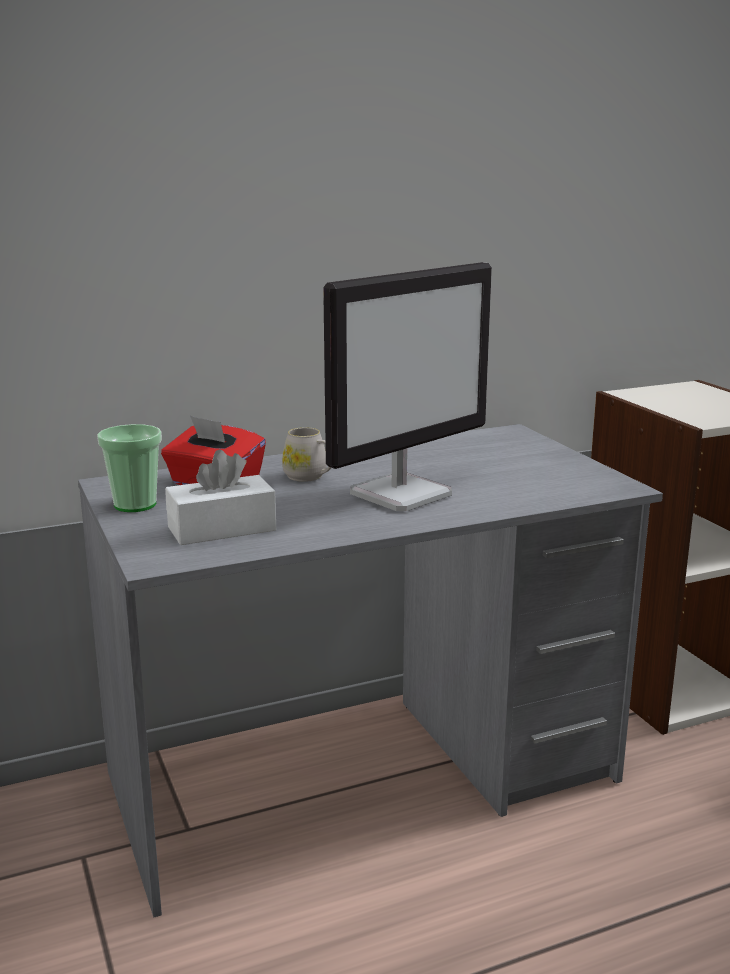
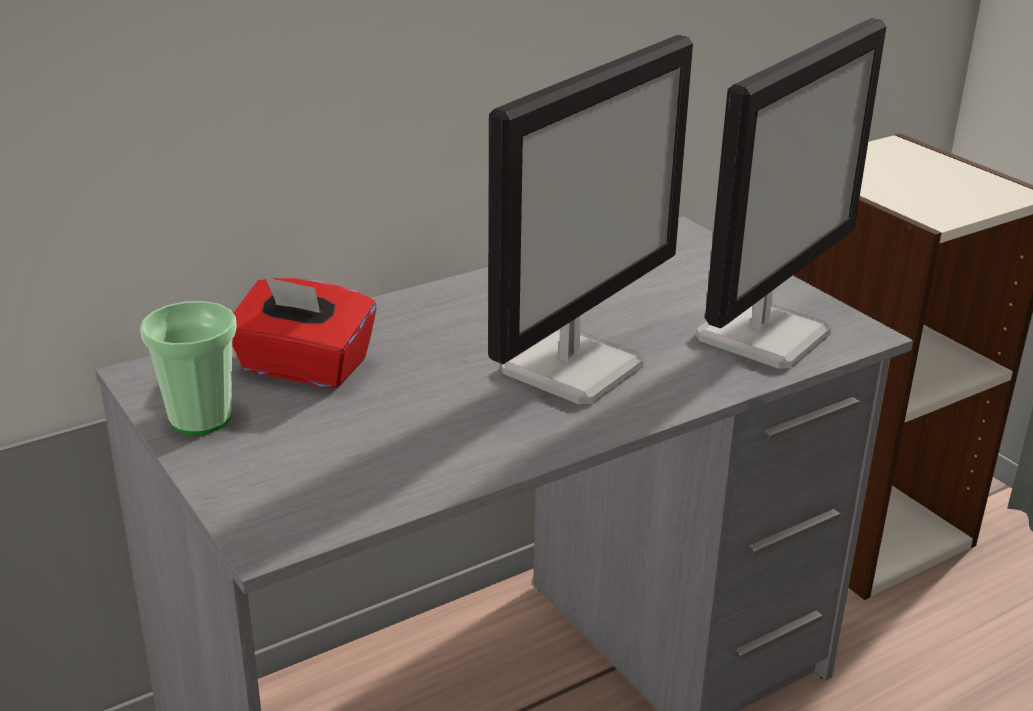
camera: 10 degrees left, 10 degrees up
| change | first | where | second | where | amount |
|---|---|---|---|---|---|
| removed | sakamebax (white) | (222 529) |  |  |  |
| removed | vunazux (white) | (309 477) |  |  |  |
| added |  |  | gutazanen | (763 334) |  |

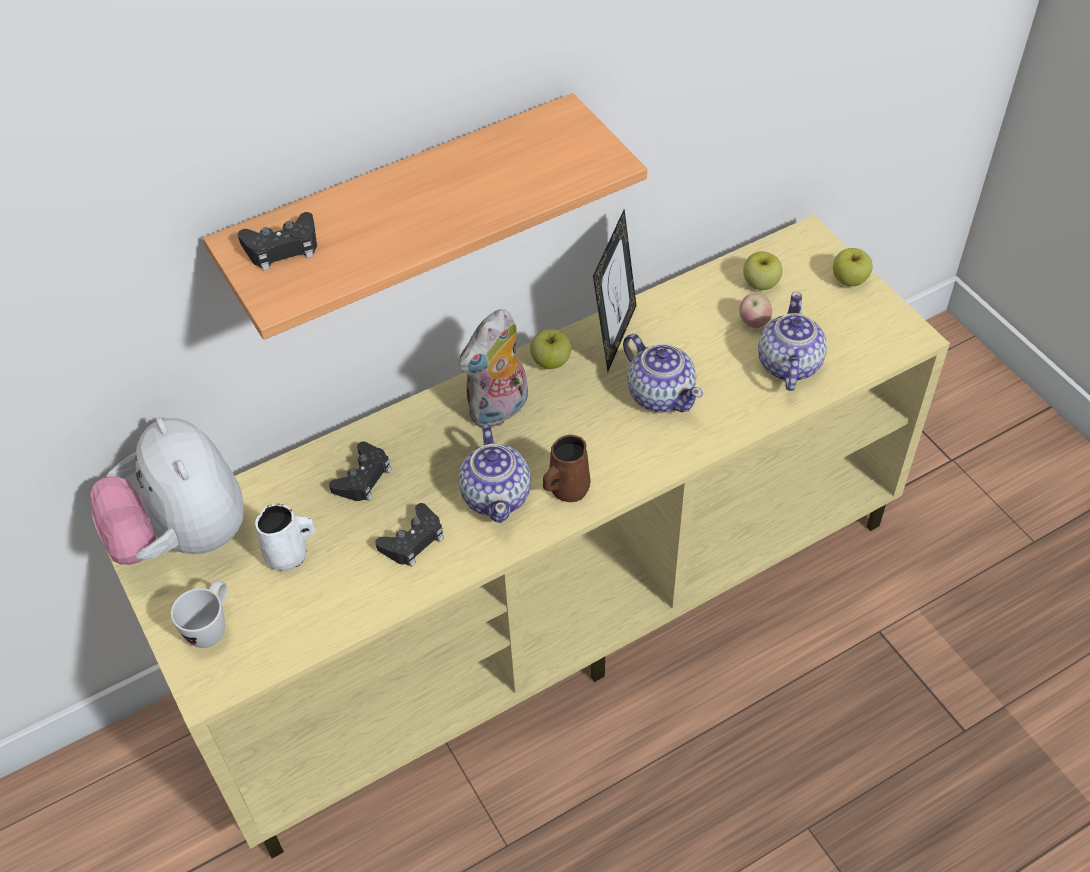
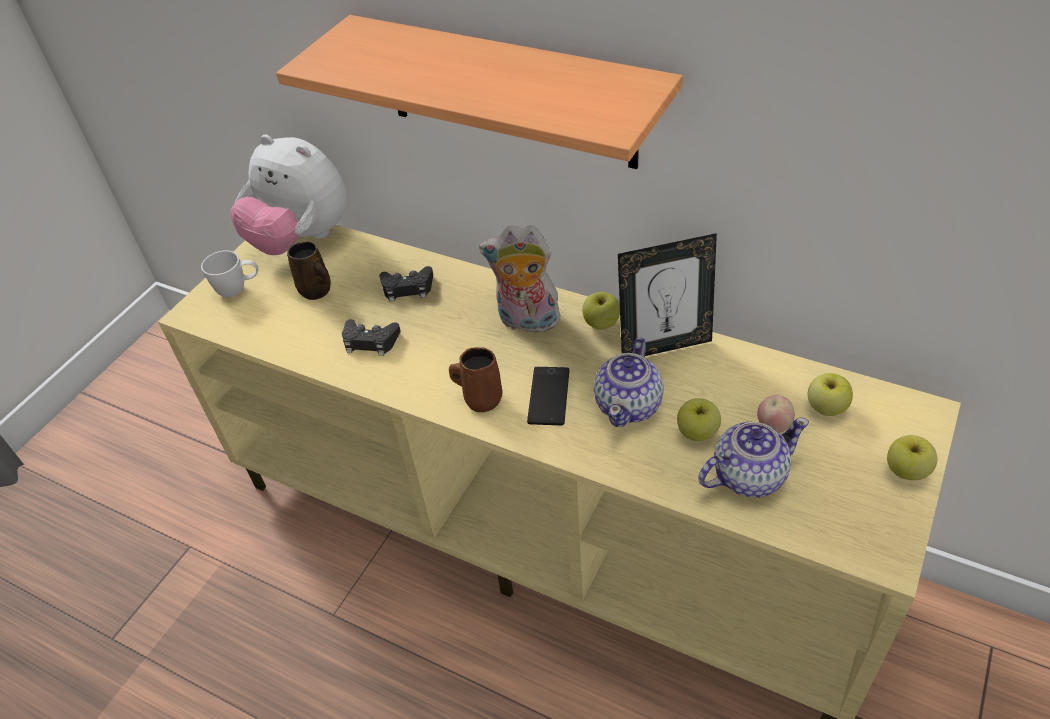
camera: 60 degrees right, 5 degrees down
| change | first | where | second | where | amount |
|---|---|---|---|---|---|
| turned | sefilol | (184 536) |  | (301 239) | 90 degrees counterclockwise |
| removed | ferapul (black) | (282 248) |  |  |  |
| recoloured | vunazux (white) | (289 556) | vunazux (brown) | (317 291) |  |
| removed | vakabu | (497 495) |  |  |  |
| added |  |  | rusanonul | (548 396) |  |
| added |  |  | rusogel | (697 432) |  |

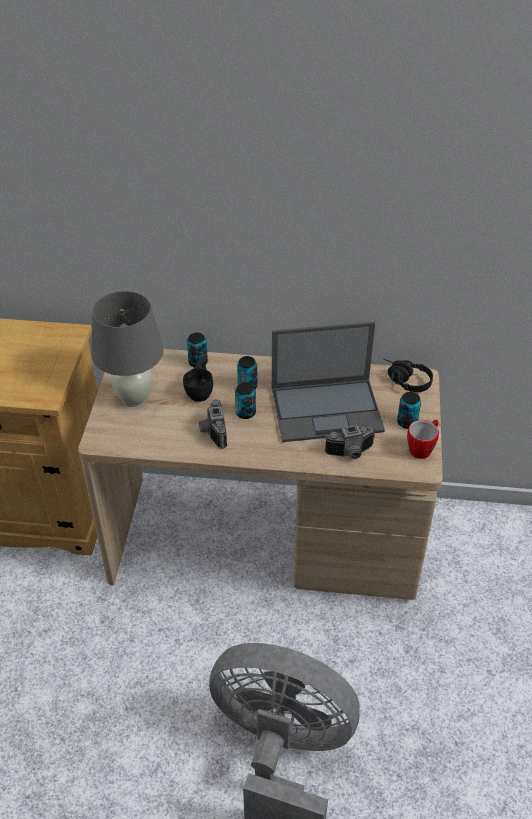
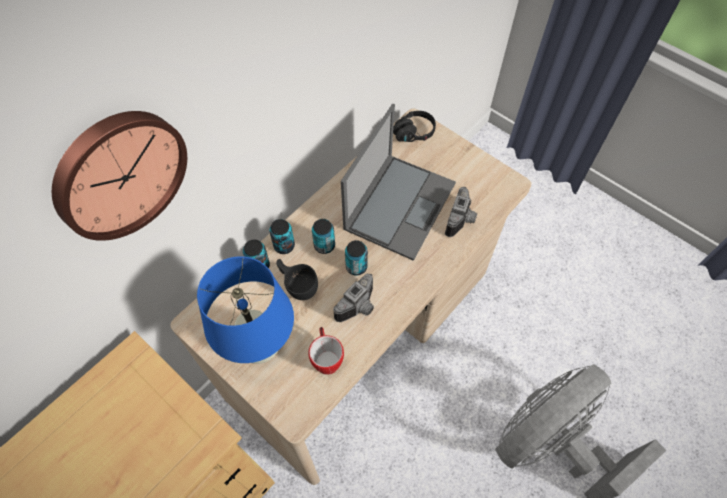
camera: 55 degrees left, 15 degrees up
| change | first | where | second | where | amount |
|---|---|---|---|---|---|
| recoloured | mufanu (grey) | (134 398) | mufanu (blue) | (261 349) |  |
| turned | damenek | (212 432) |  | (360 307) | 75 degrees counterclockwise |
| moved | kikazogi | (407 422) |  | (284 246) |  |
| moved | vunazux | (422 448) |  | (326 357) |  |
| added |  |  | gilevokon | (119 173) |  |

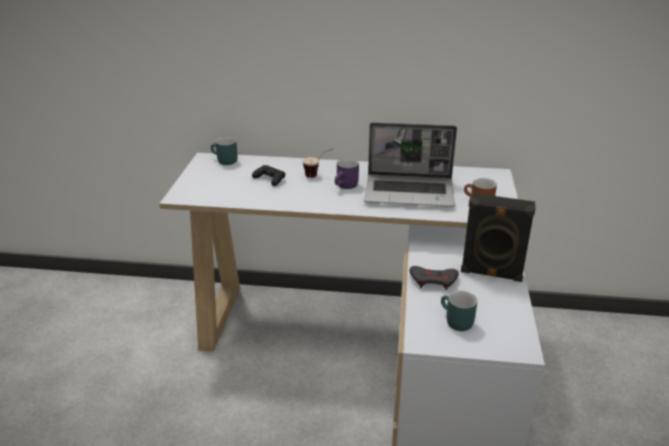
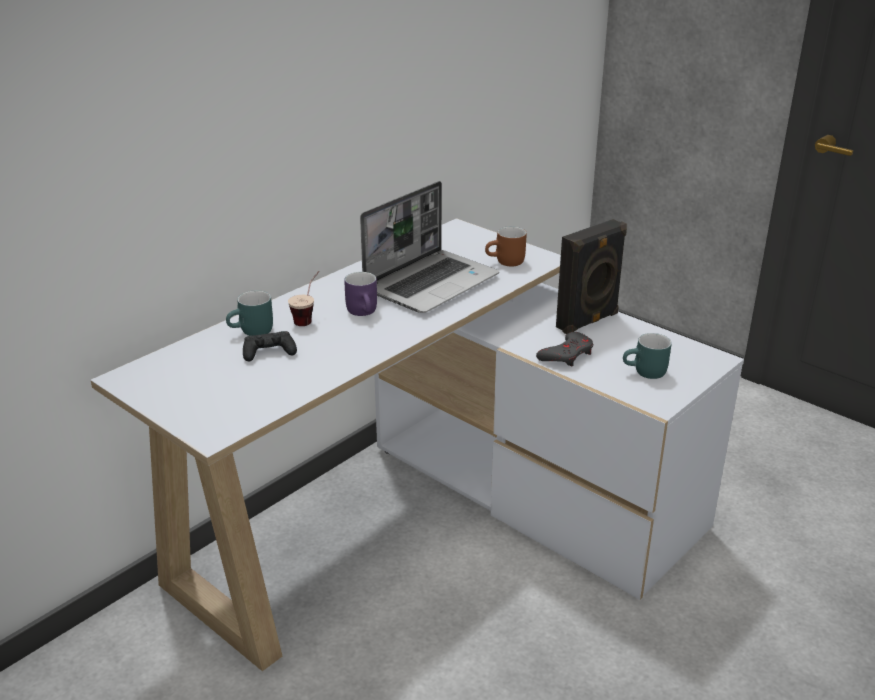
camera: 55 degrees left, 0 degrees up
| change | first | where | second | where | amount |
|---|---|---|---|---|---|
| moved | vunazux (turquoise) | (224 161) |  | (253 332) |  |

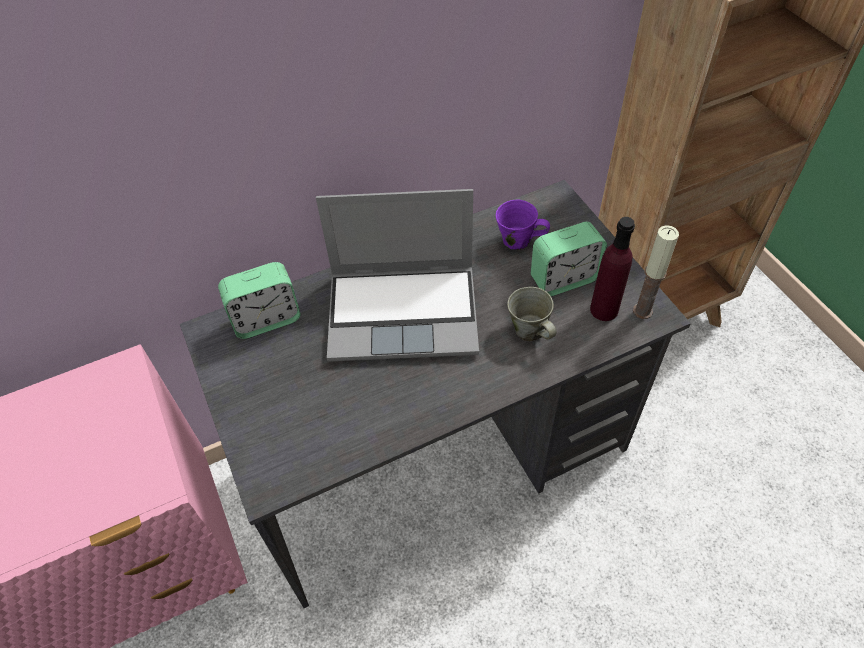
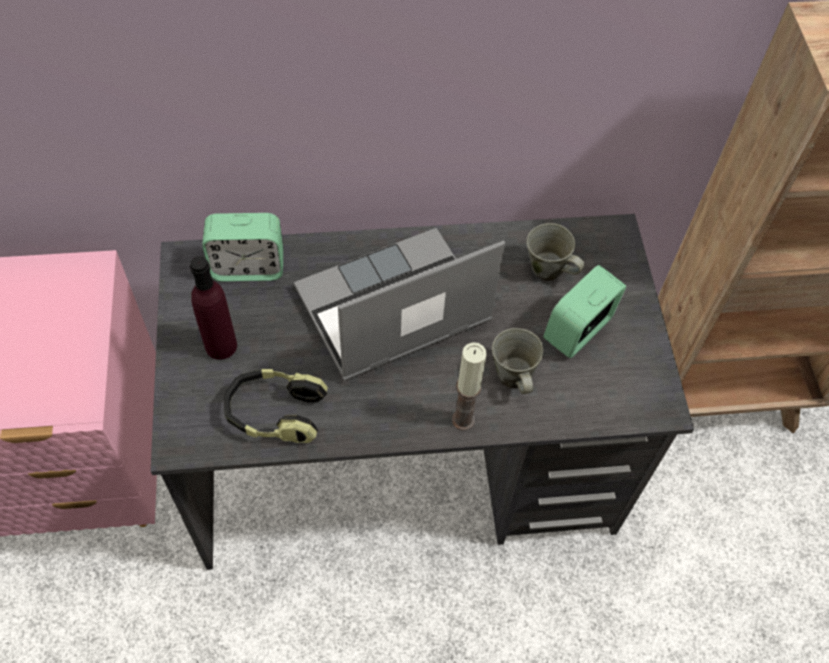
camera: 15 degrees right, 5 degrees up
| change | first | where | second | where | amount |
|---|---|---|---|---|---|
| turned | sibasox | (405 312) |  | (391 309) | 135 degrees clockwise |
| recoloured | vunazux (purple) | (518 241) | vunazux (grey) | (548 269) |  |
| turned | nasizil | (564 279) |  | (578 330) | 135 degrees clockwise |
| moved | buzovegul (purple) | (604 310) |  | (221 345) |  |
| moved | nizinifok | (642 311) |  | (463 419) |  |
| added |  |  | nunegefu | (275 413) |  |

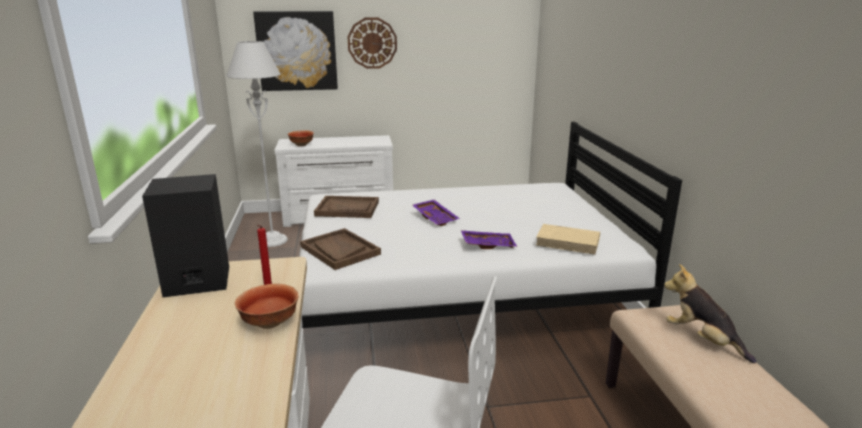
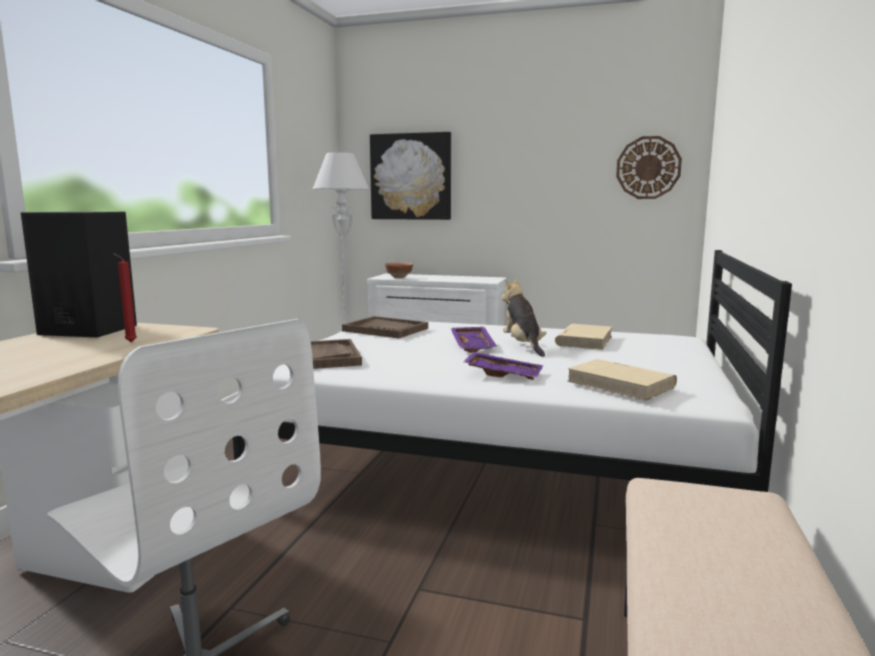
camera: 25 degrees right, 10 degrees down
| change | first | where | second | where | amount |
|---|---|---|---|---|---|
| removed | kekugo | (269 323) |  |  |  |
| moved | gilevokon | (372 43) |  | (648 168) |  |
| moved | sefilol | (702 340) |  | (523 346) |  |
| added |  |  | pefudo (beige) | (584 340) |  |

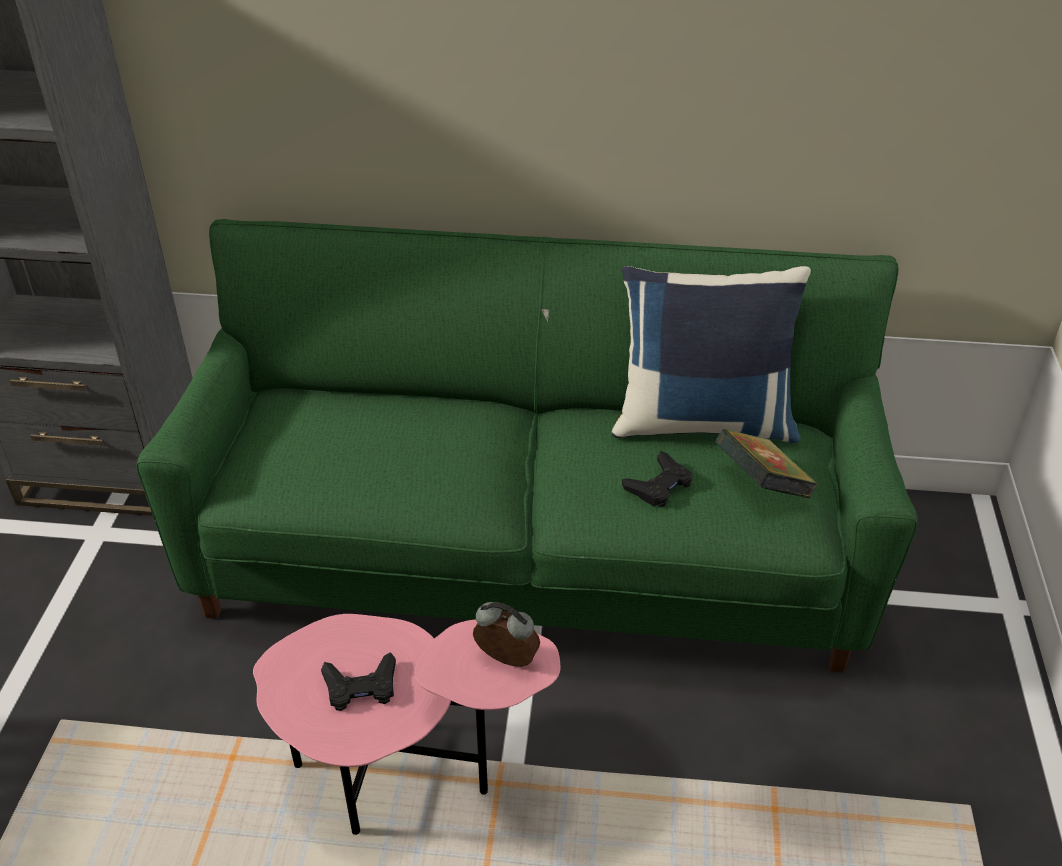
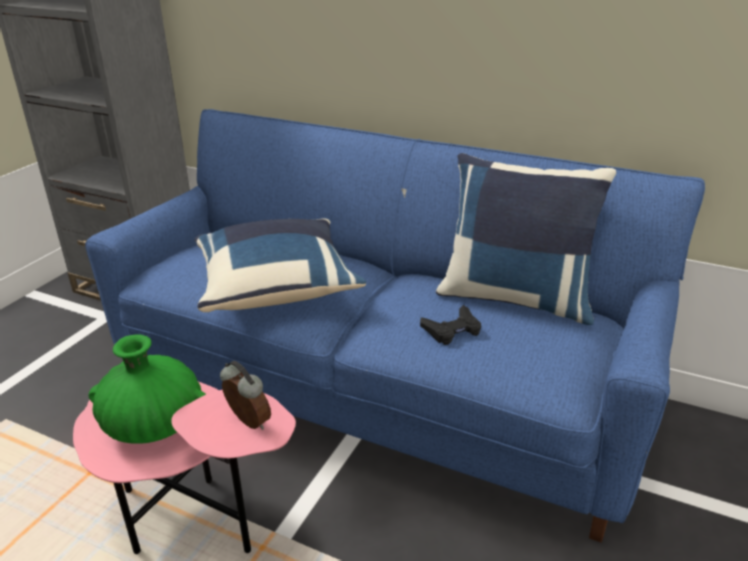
camera: 20 degrees right, 10 degrees down
| change | first | where | second | where | amount |
|---|---|---|---|---|---|
| recoloured | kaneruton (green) | (531 559) | kaneruton (blue) | (376 393) |  |
| replaced | ferapul (black) | (361 687) | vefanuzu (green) | (154 426) |  |
| removed | pefudo | (761 485) |  |  |  |
| added |  |  | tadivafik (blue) | (276 287) |  |

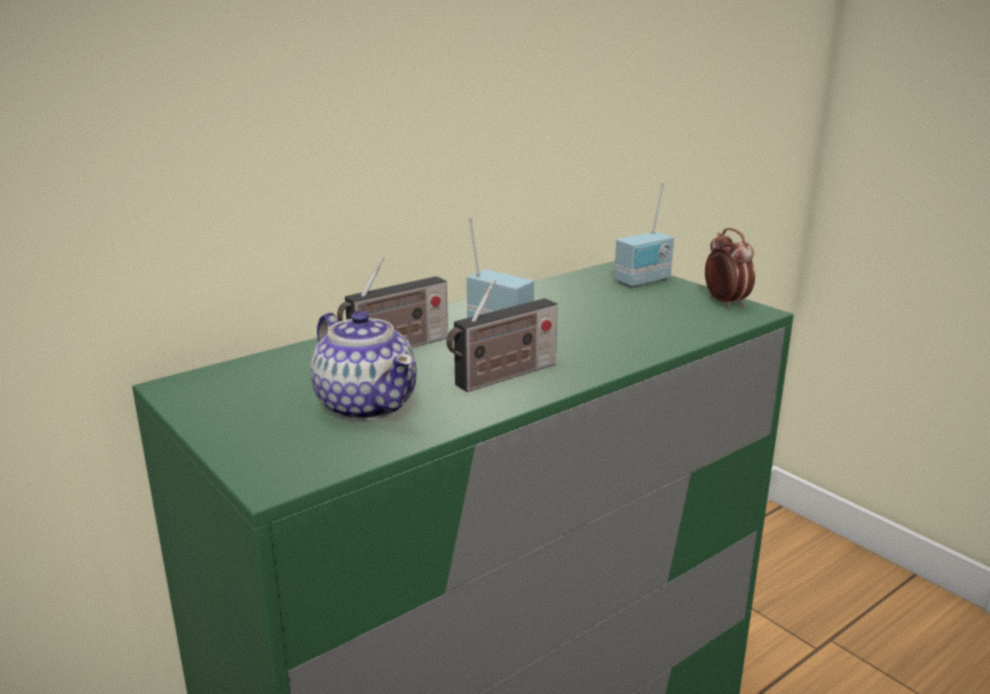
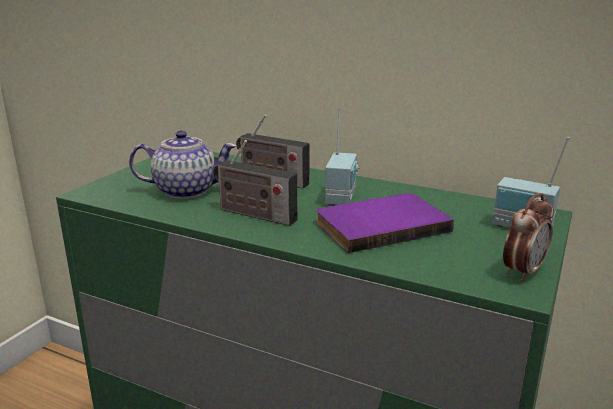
camera: 65 degrees right, 0 degrees up
| change | first | where | second | where | amount |
|---|---|---|---|---|---|
| turned | vakabu | (366 404) |  | (185 190) | 120 degrees counterclockwise |
| added |  |  | pefudo (purple) | (379 225) |  |

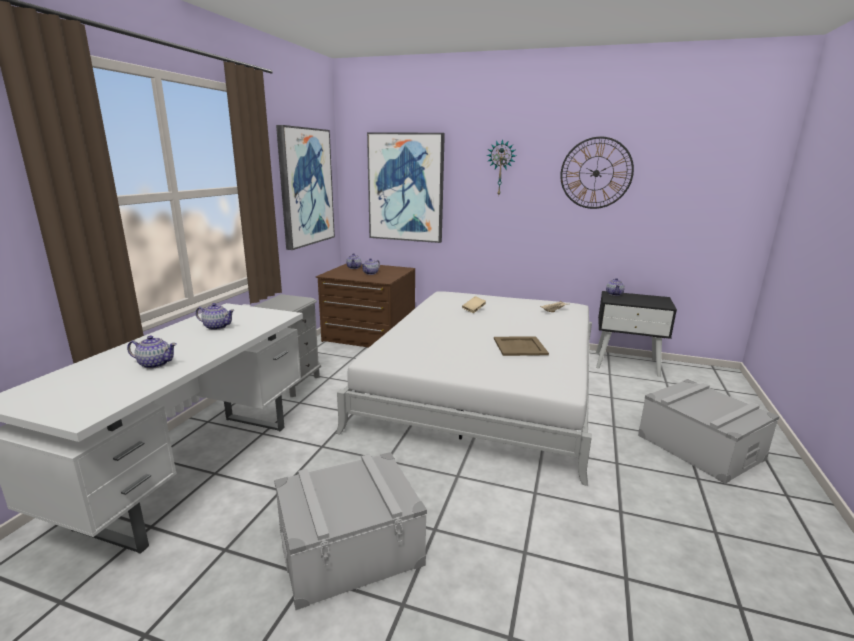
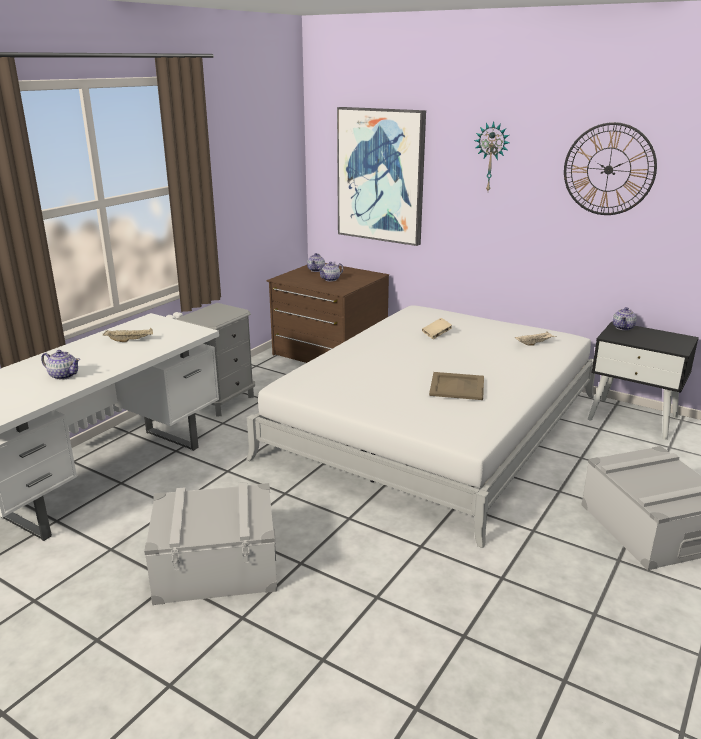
camera: 15 degrees right, 5 degrees up
| change | first | where | second | where | amount |
|---|---|---|---|---|---|
| replaced | vakabu | (217 327) | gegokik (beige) | (130 340) |  |
| removed | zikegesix | (305 187) |  |  |  |

